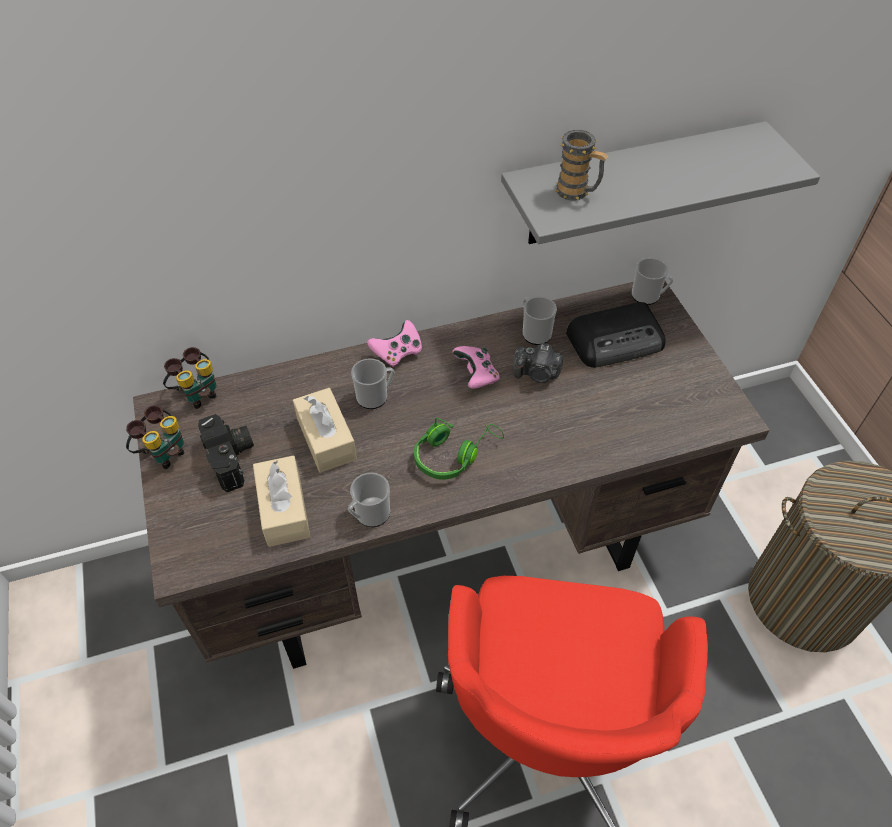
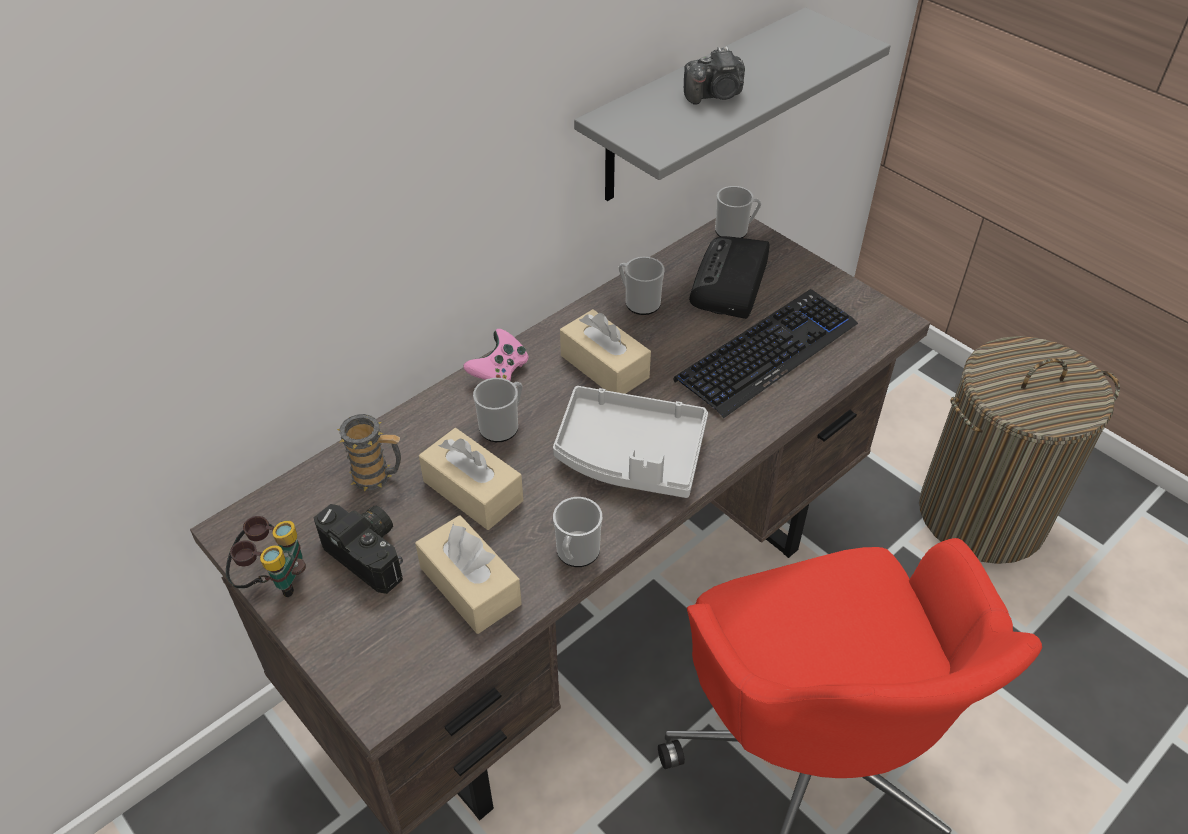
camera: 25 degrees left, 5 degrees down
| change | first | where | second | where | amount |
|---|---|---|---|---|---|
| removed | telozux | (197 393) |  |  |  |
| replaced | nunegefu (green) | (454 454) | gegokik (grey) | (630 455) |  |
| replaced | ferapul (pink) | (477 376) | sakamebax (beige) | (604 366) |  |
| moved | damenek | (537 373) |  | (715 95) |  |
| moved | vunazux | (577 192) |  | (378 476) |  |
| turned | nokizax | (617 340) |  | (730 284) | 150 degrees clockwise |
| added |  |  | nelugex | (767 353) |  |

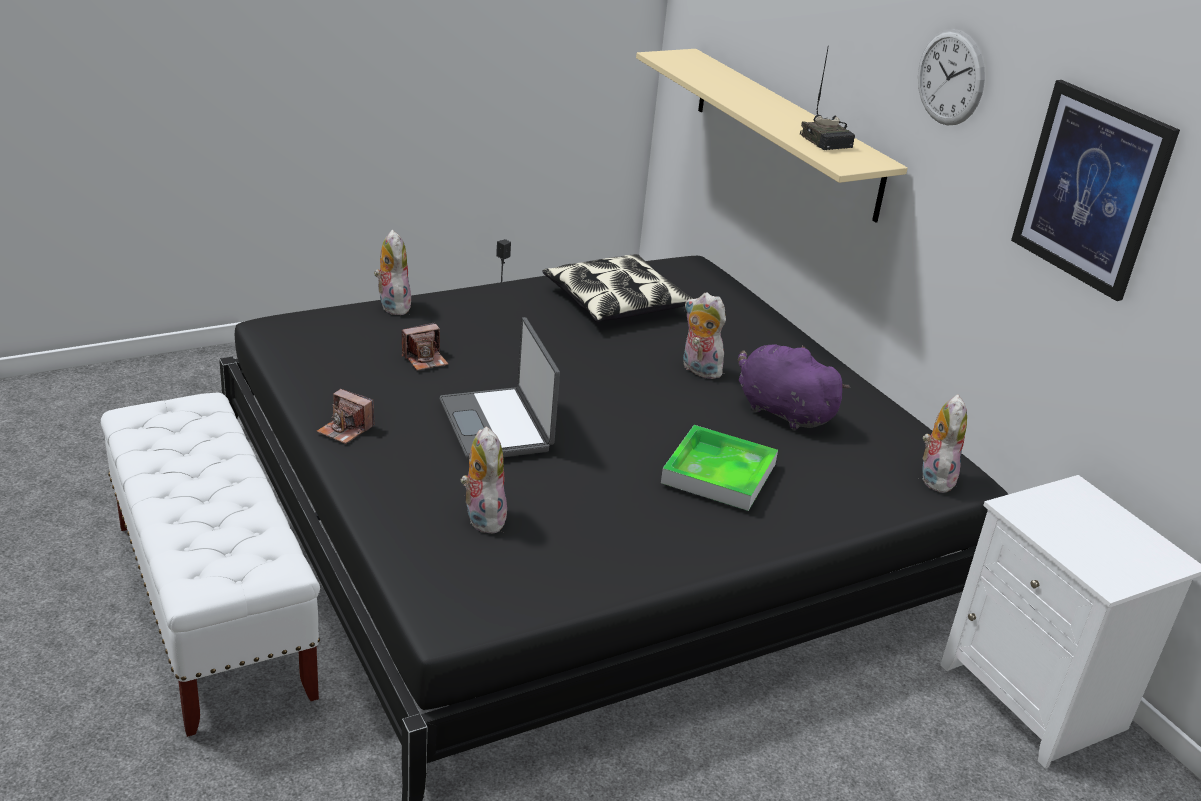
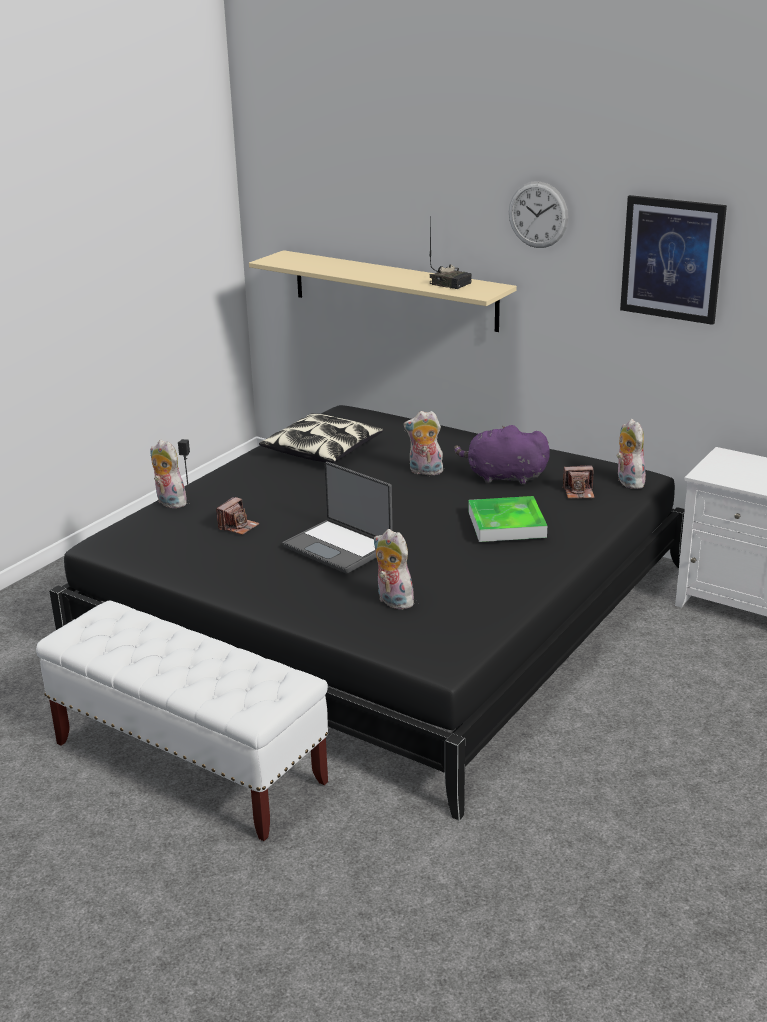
camera: 25 degrees left, 5 degrees down
| change | first | where | second | where | amount |
|---|---|---|---|---|---|
| moved | damenek | (345 430) |  | (579 492) |  |

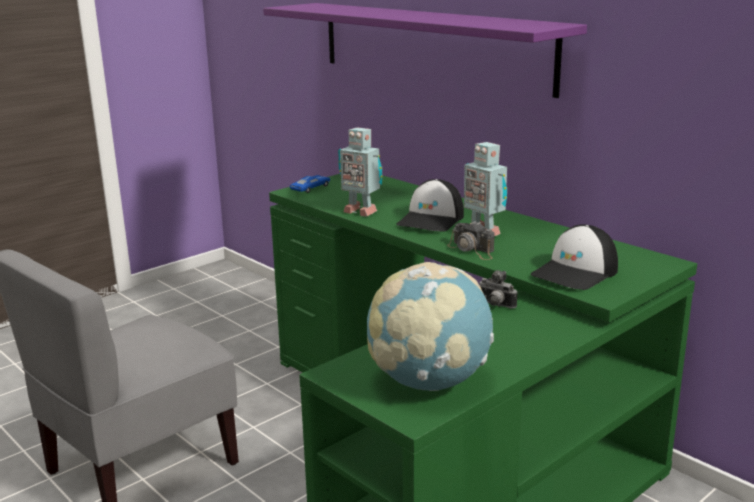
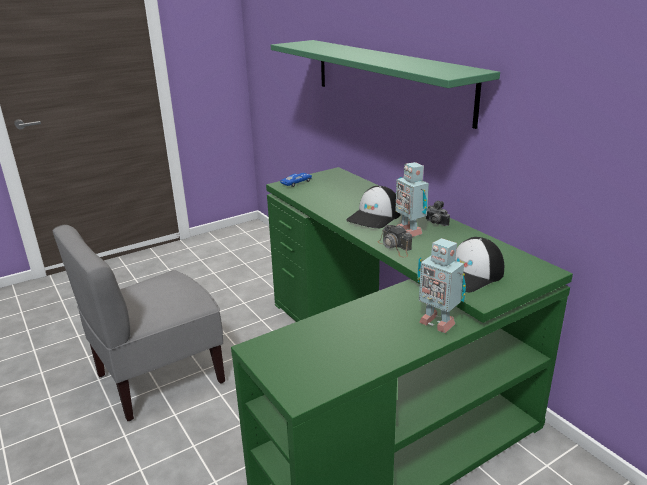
camera: 10 degrees right, 5 degrees up
| change | first | where | second | where | amount |
|---|---|---|---|---|---|
| recoloured | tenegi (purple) | (430 45) | tenegi (green) | (388 78) |  |
| moved | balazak | (360 211) |  | (437 322) |  |
| removed | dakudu | (429 382) |  |  |  |
| moved | damenek | (495 305) |  | (435 223) |  |

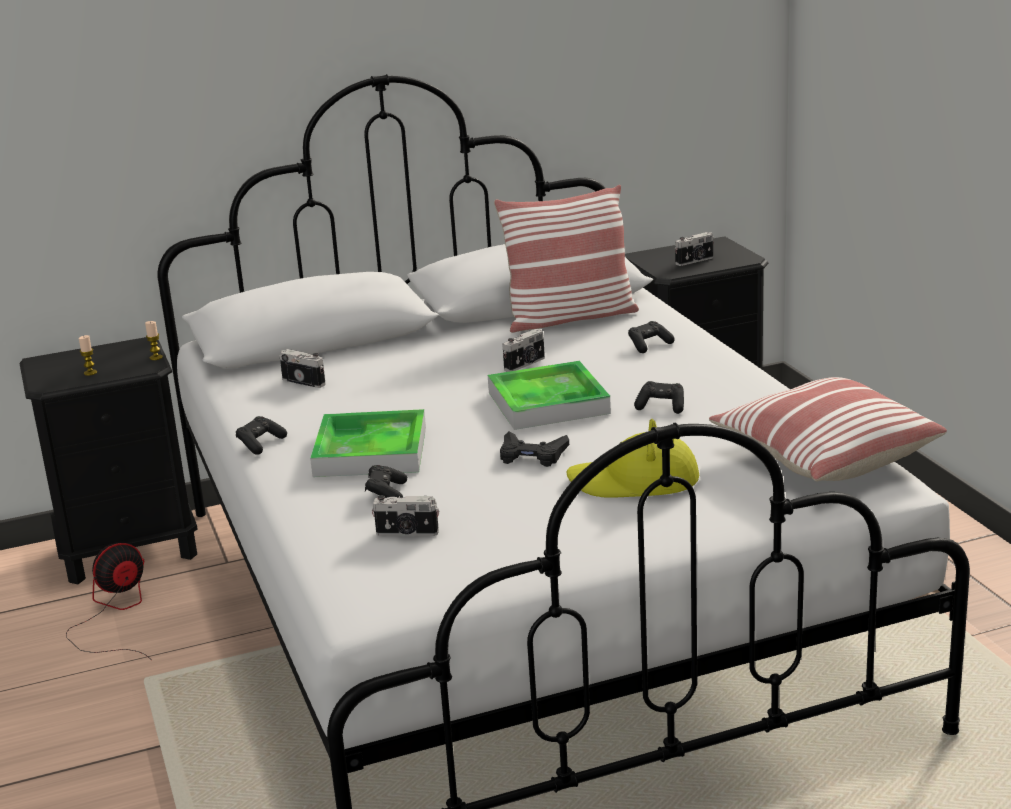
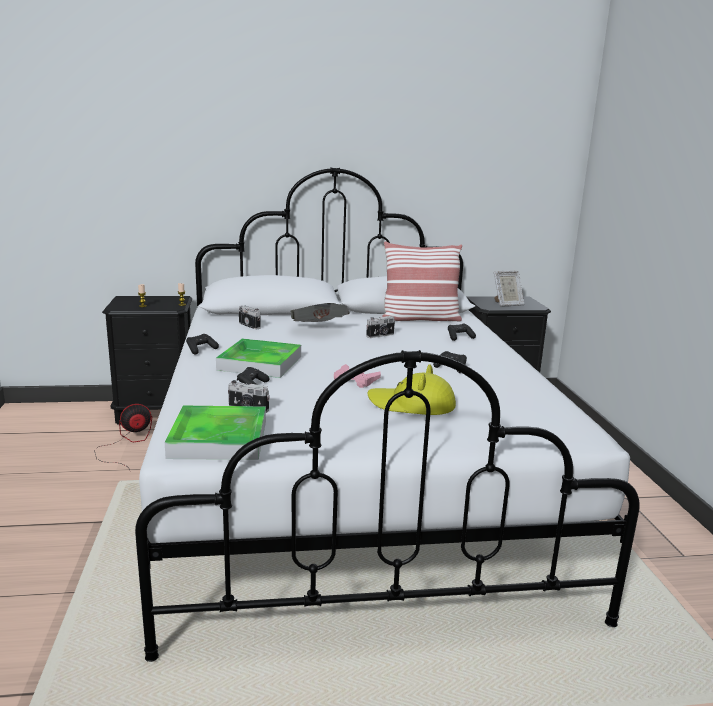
camera: 10 degrees right, 5 degrees down
| change | first | where | second | where | amount |
|---|---|---|---|---|---|
| moved | gegokik | (548 403) |  | (219 439) |  |
| recoloured | ferapul (black) | (532 455) | ferapul (pink) | (355 380) |  |
| replaced | damenek | (695 261) | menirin | (507 304) |  |
| removed | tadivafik | (823 456) |  |  |  |
| added |  |  | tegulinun | (319 330) |  |

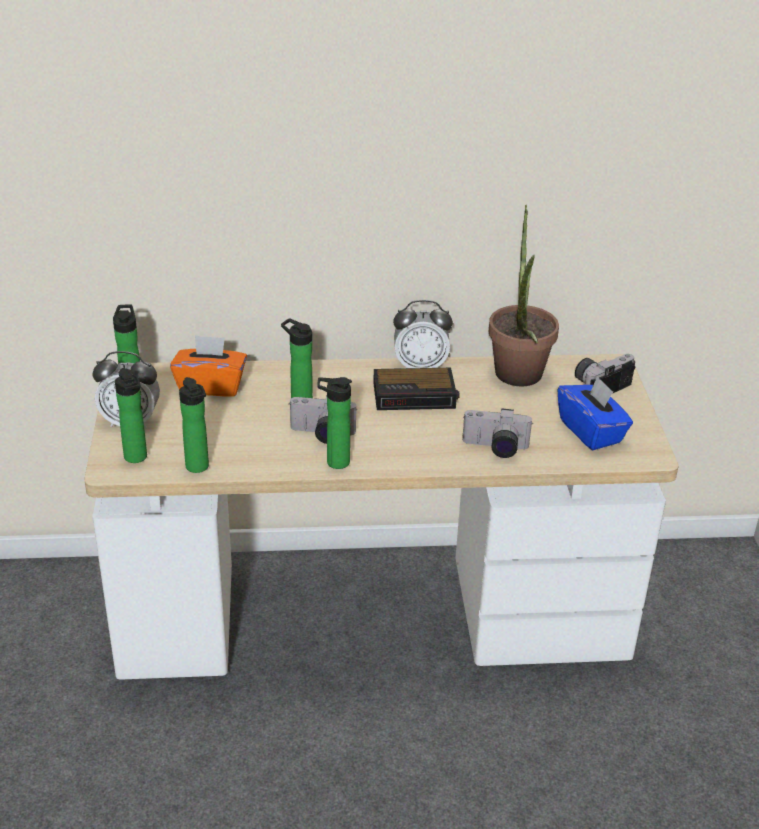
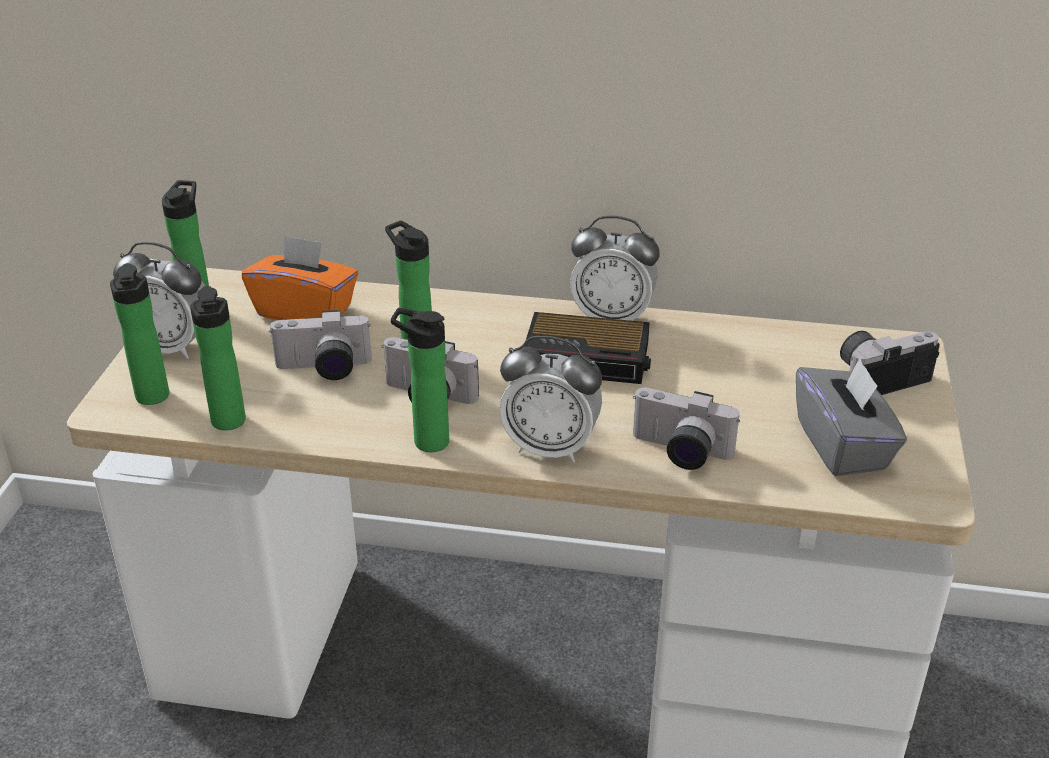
camera: 15 degrees right, 0 degrees up
| change | first | where | second | where | amount |
|---|---|---|---|---|---|
| removed | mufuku | (517 379) |  |  |  |
| recoloured | sakamebax (blue) | (591 431) | sakamebax (grey) | (843 446) |  |
| added |  |  | damenek | (323 369) |  |
| added |  |  | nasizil | (550 448) |  |

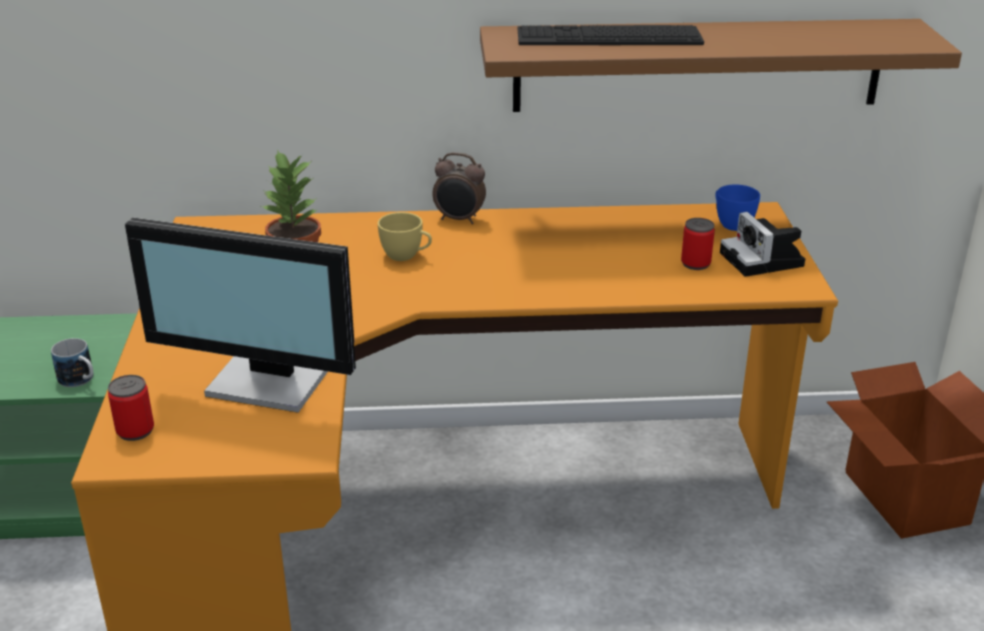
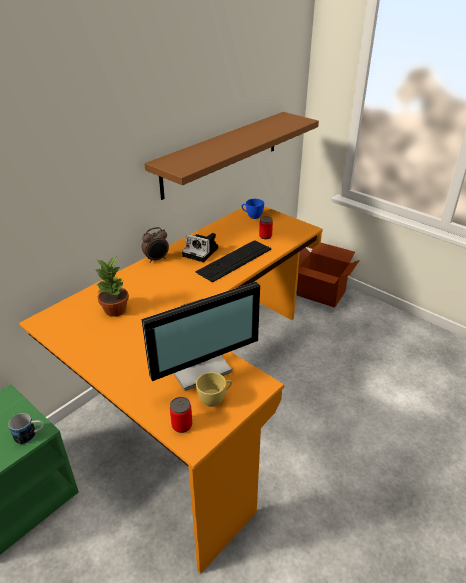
camera: 45 degrees left, 5 degrees up
| change | first | where | second | where | amount |
|---|---|---|---|---|---|
| moved | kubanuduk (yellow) | (406 256) |  | (215 399) |  |
| moved | nelugex | (609 36) |  | (234 260) |  |
| moved | damenek | (764 260) |  | (202 252) |  |

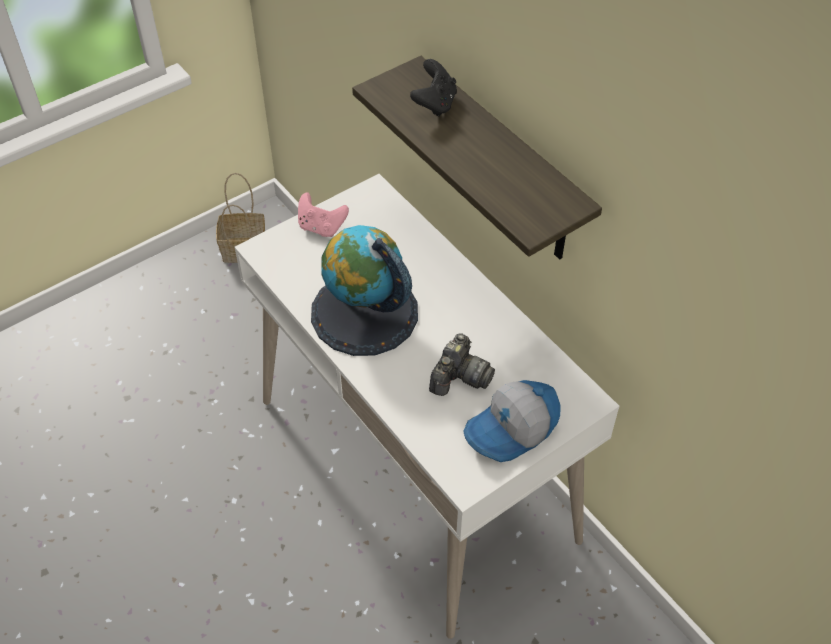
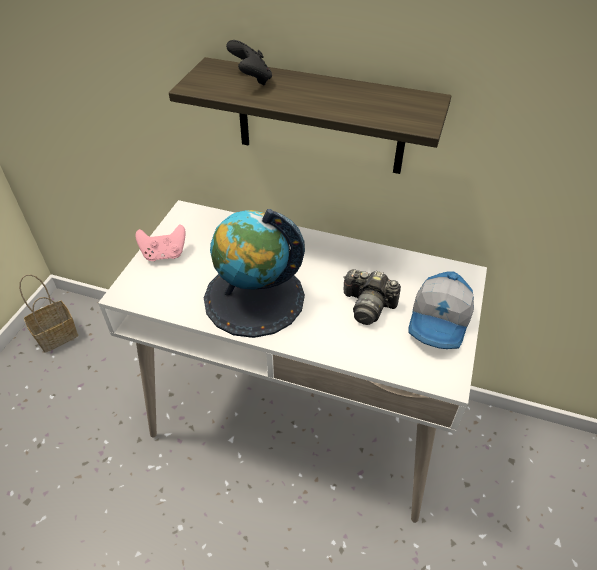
camera: 35 degrees left, 5 degrees down
| change | first | where | second | where | amount |
|---|---|---|---|---|---|
| turned | damenek | (459 377) |  | (368 305) | 120 degrees clockwise |

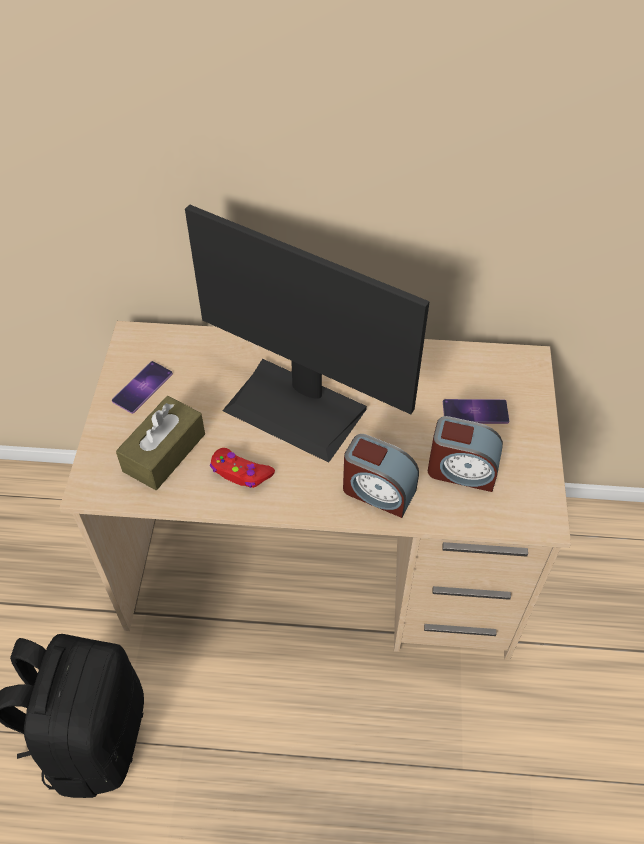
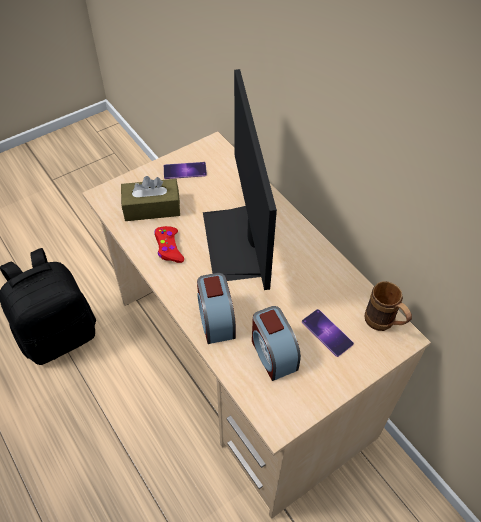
camera: 50 degrees right, 0 degrees up
| change | first | where | second | where | amount |
|---|---|---|---|---|---|
| added |  |  | vunazux (brown) | (383 324) |  |

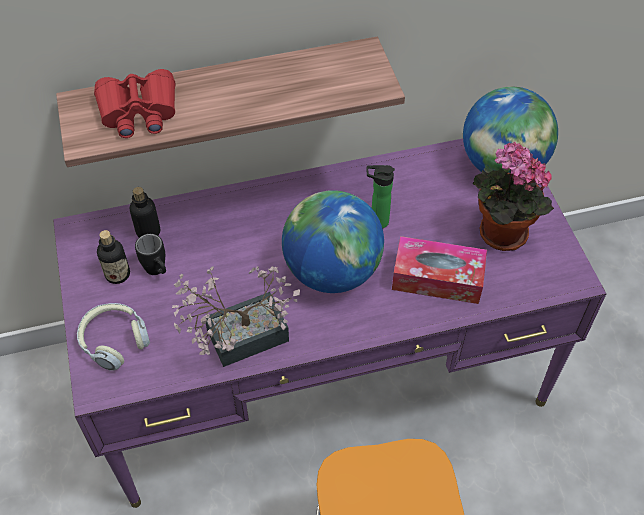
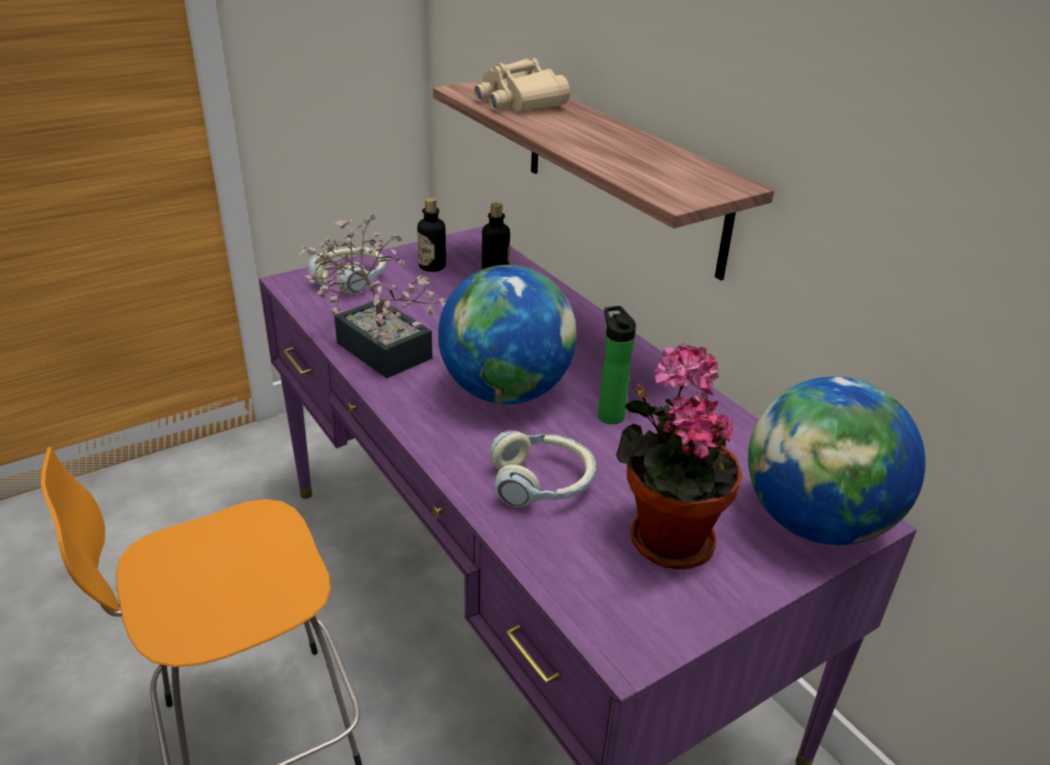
camera: 70 degrees right, 20 degrees down
| change | first | where | second | where | amount |
|---|---|---|---|---|---|
| recoloured | telozux (red) | (138 112) | telozux (beige) | (518 101) |  |
| removed | vunazux (black) | (158 272) |  |  |  |
| replaced | sakamebax | (437 278) | nunegefu | (542 483) |  |

